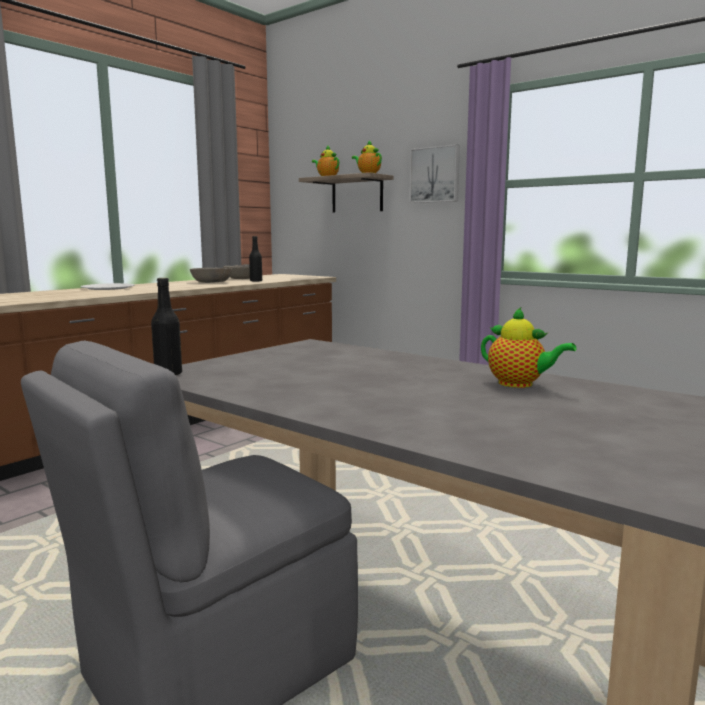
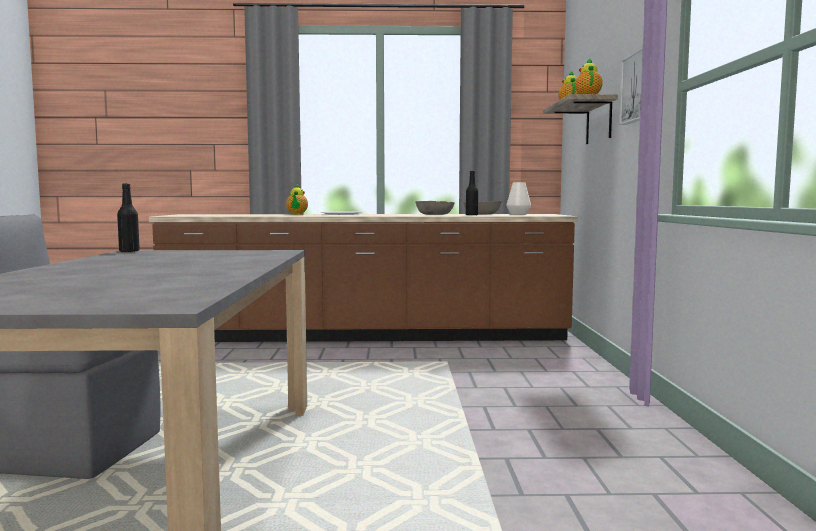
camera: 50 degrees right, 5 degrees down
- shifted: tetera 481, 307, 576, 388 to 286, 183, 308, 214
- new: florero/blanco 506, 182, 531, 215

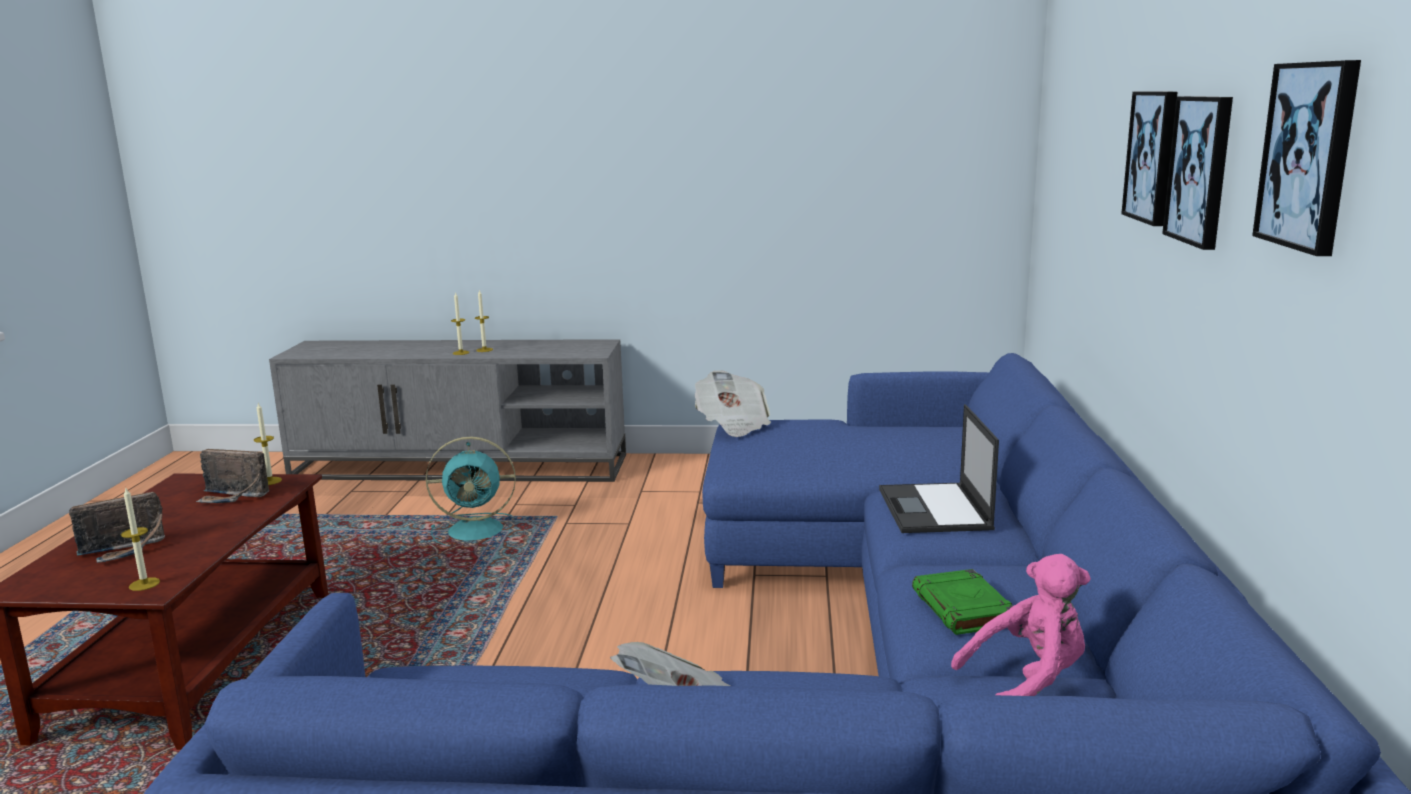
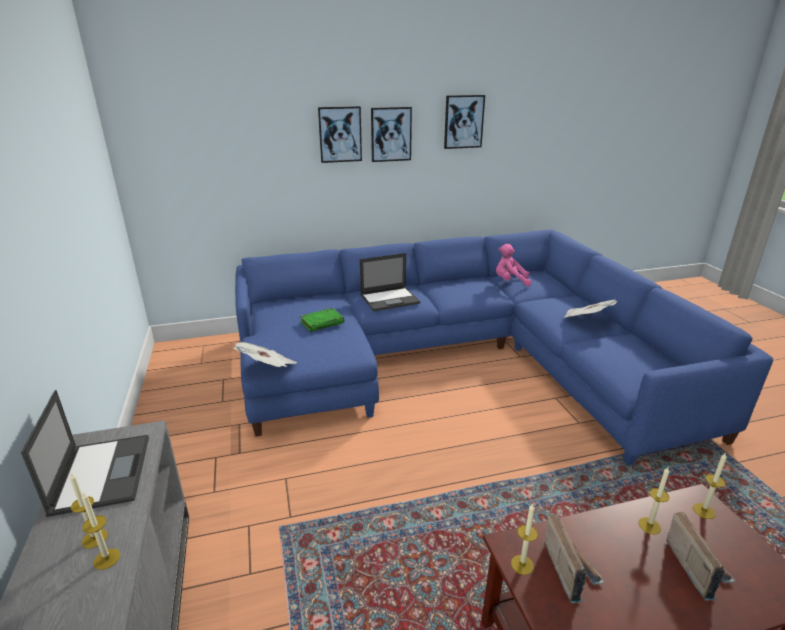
camera: 110 degrees left, 10 degrees up
- gone: ventilador/turquesa 426, 436, 516, 546
- rotated: radio 69, 492, 165, 563 = 666, 512, 736, 601 45 degrees clockwise
- rotated: peluche/rosa 951, 554, 1091, 696 = 496, 244, 531, 287 45 degrees counterclockwise
- shifted: libro/verde 912, 569, 1012, 635 to 300, 308, 345, 332
- new: portátil 21, 390, 149, 517
- new: vela 639, 467, 669, 535

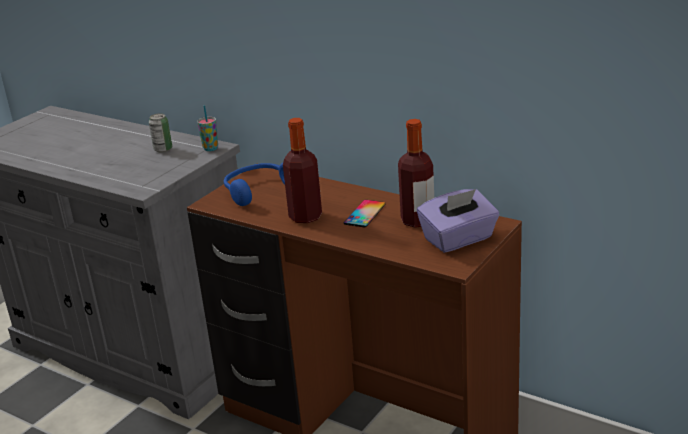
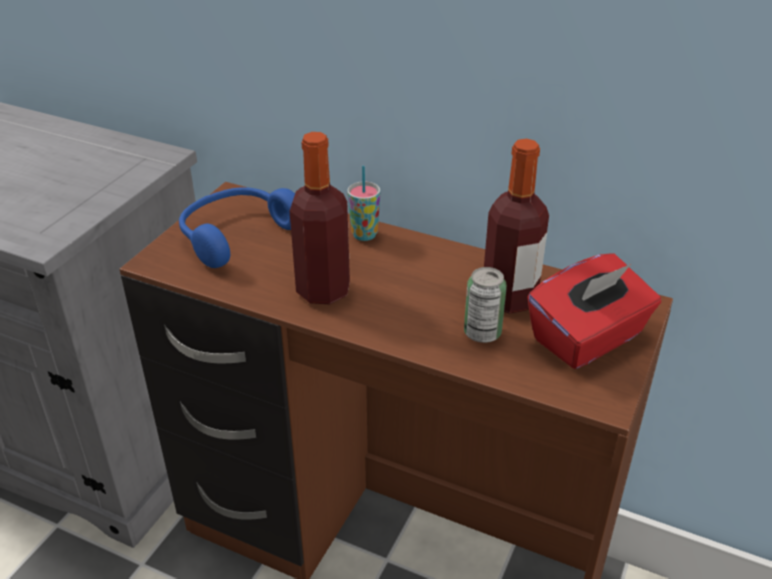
camera: 10 degrees left, 10 degrees up
- shifted: taza 197, 106, 218, 151 to 347, 166, 380, 241
- shifted: lata 149, 113, 172, 153 to 464, 267, 507, 343
- repainted: caja de pañuelos/morado 417, 189, 499, 253 to caja de pañuelos/rojo 528, 253, 661, 369
- gone: móvil 344, 200, 386, 228

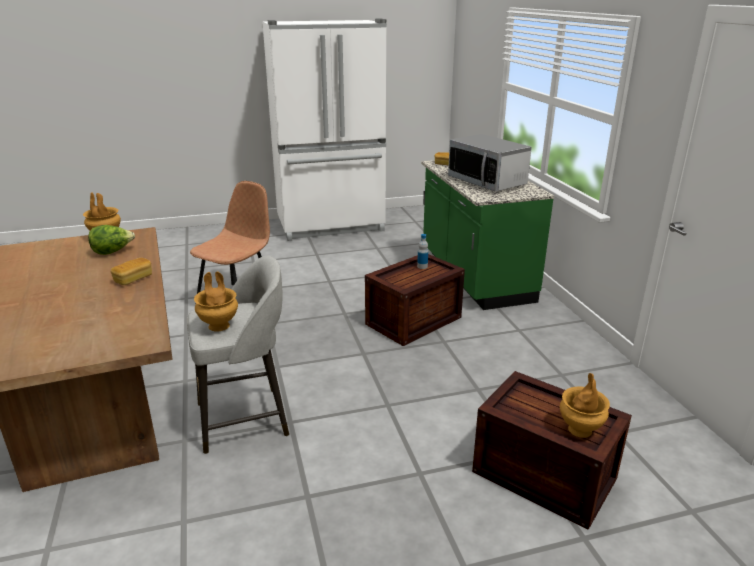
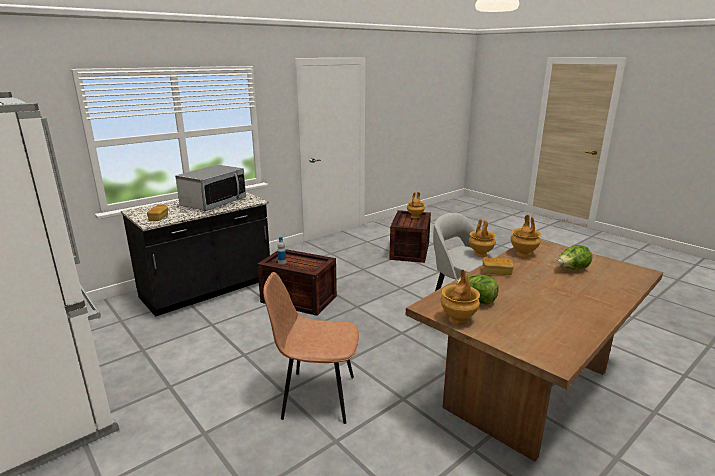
camera: 115 degrees left, 5 degrees down
- repainted: mueble bajo de cocina/verde 421, 160, 554, 310 to mueble bajo de cocina/negro 121, 192, 270, 317
- new: florero/marrón 511, 215, 541, 257
- new: lechuga 557, 245, 592, 270

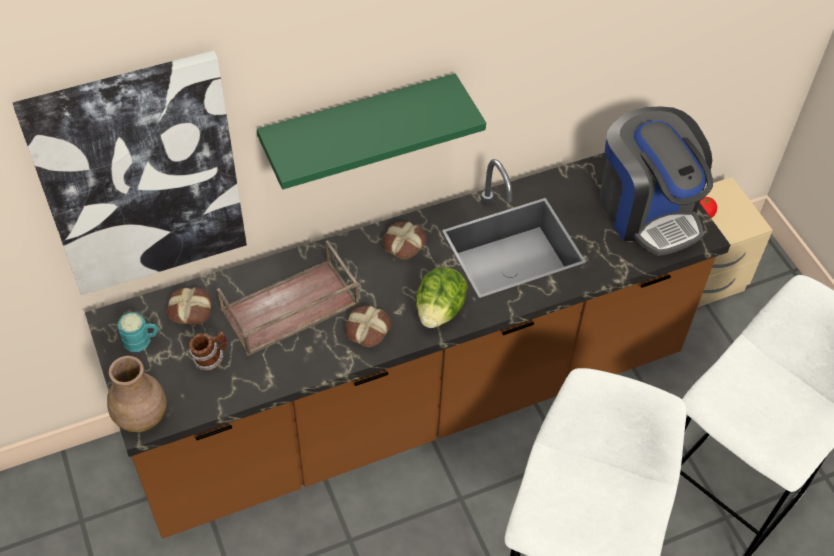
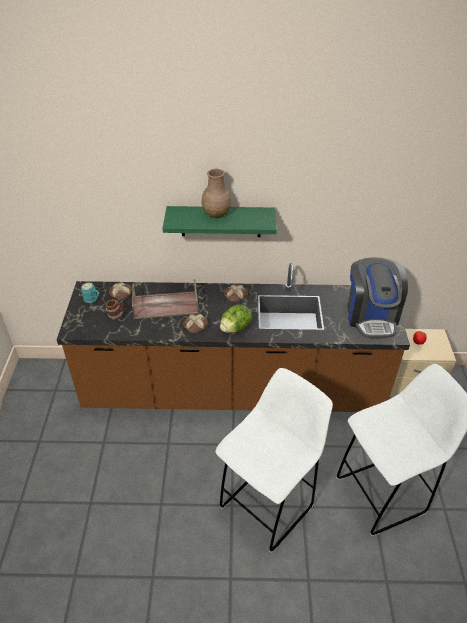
camera: 25 degrees right, 10 degrees down
- gone: cuadro 13, 50, 247, 295
- shifted: florero/marrón 107, 356, 167, 432 to 202, 169, 231, 218

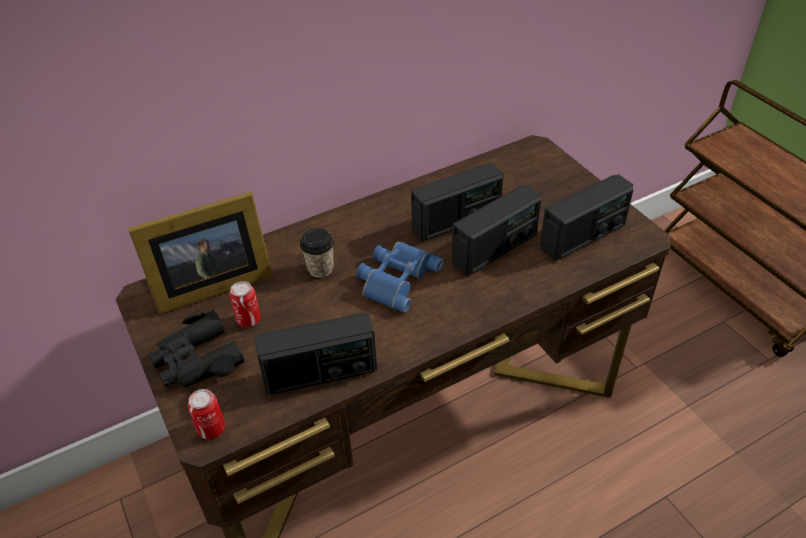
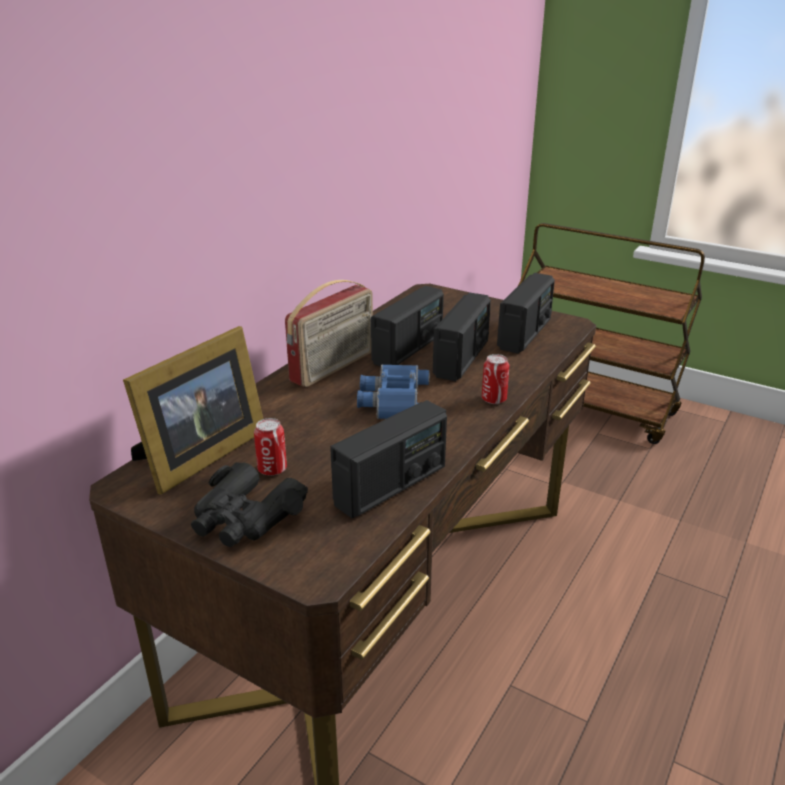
camera: 30 degrees left, 15 degrees down
- gone: taza 300, 228, 334, 278
- shifted: lata 188, 389, 225, 439 to 482, 354, 509, 404
- new: radio 285, 280, 373, 387

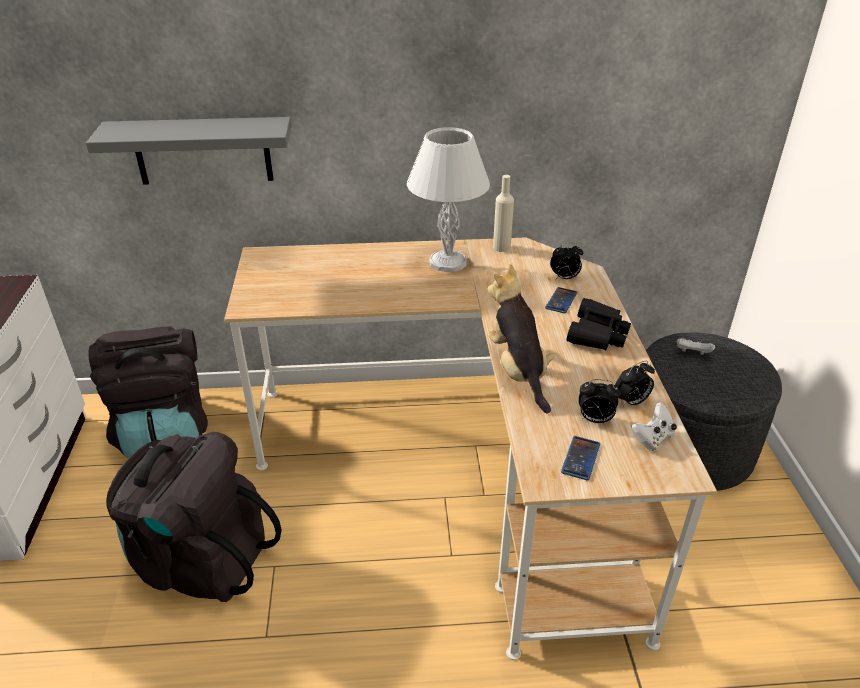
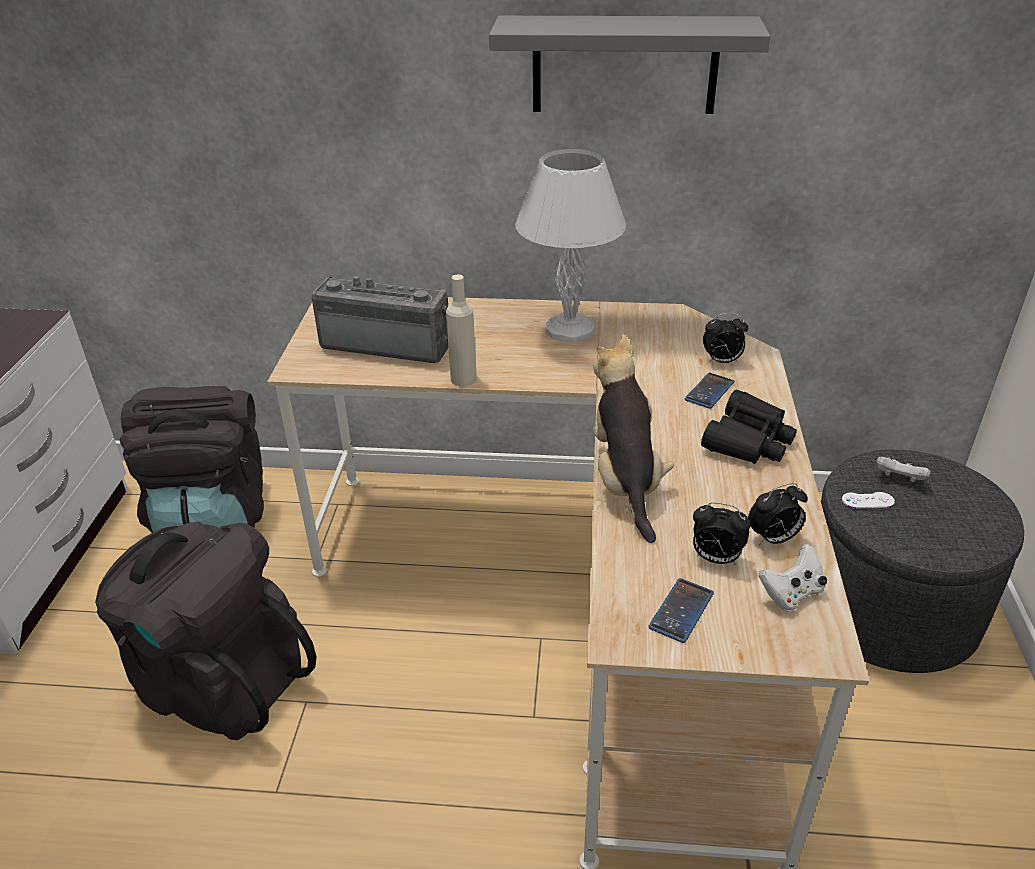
camera: 10 degrees right, 0 degrees up
- shifted: estante/gris 86, 117, 291, 185 to 489, 16, 770, 114
- shifted: botella/beis 493, 175, 514, 252 to 446, 274, 477, 387
- new: radio 312, 276, 448, 363
- new: mando de consola/blanco 842, 492, 895, 508

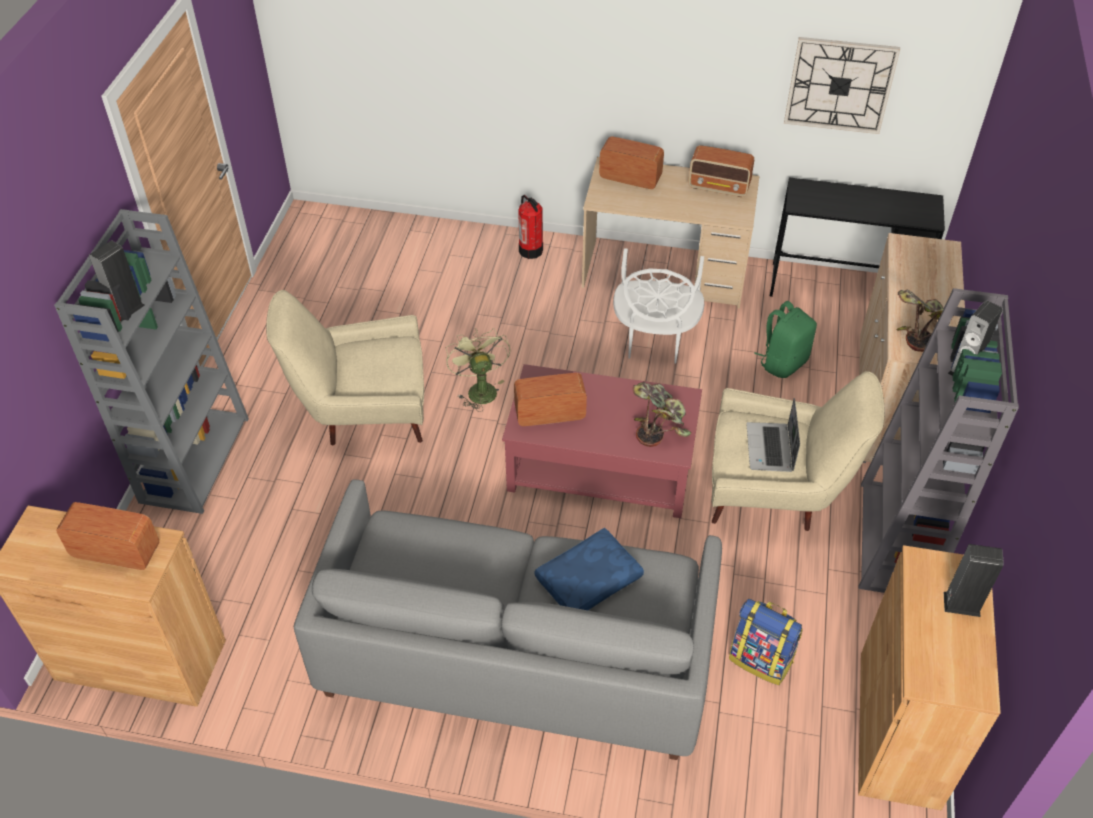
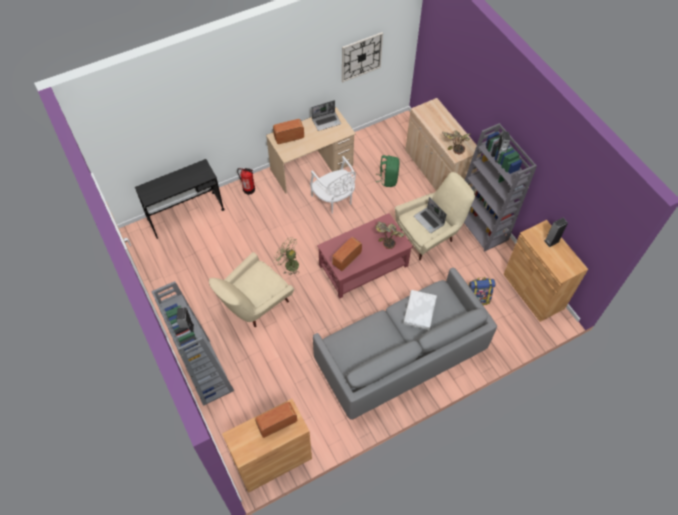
camera: 40 degrees left, 10 degrees up
- swapped: radio 688, 145, 754, 197 to portátil 311, 100, 341, 131
- shifted: escritorio/negro 770, 177, 945, 297 to 135, 159, 225, 239
- repainted: cojín/azul 535, 528, 644, 610 to cojín/blanco 403, 290, 437, 330

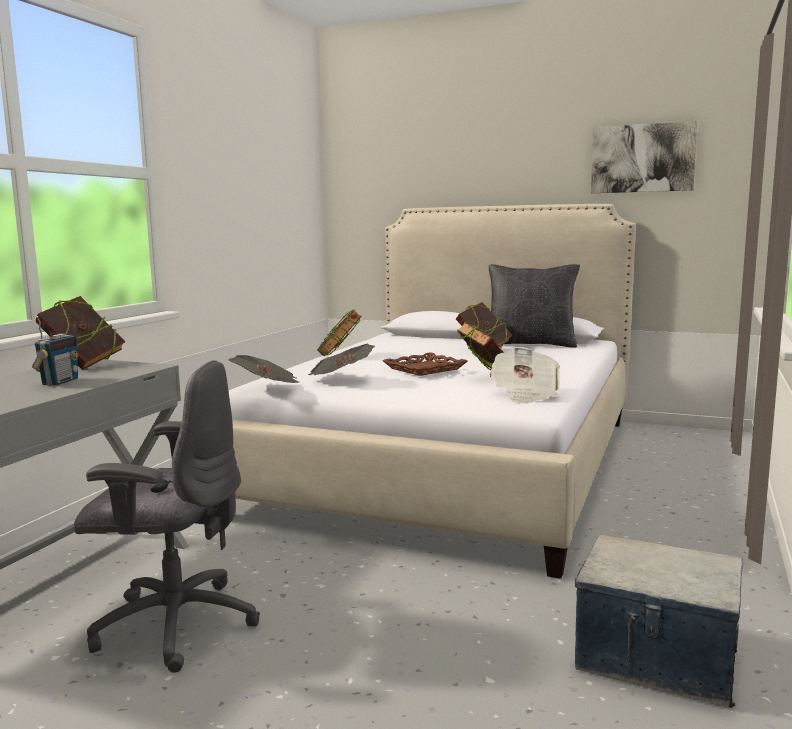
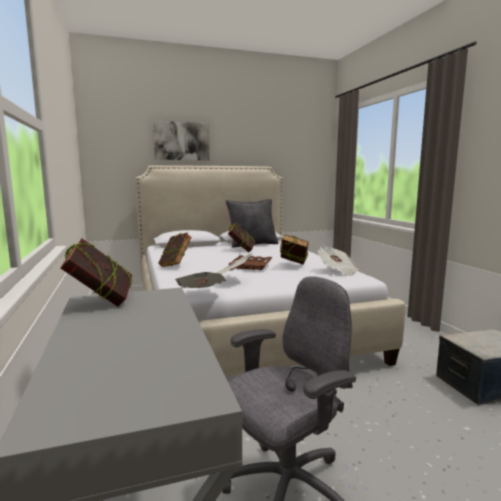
camera: 40 degrees left, 0 degrees up
- shifted: cuadro 591, 121, 698, 193 to 153, 121, 210, 160
- gone: radio 32, 316, 78, 386

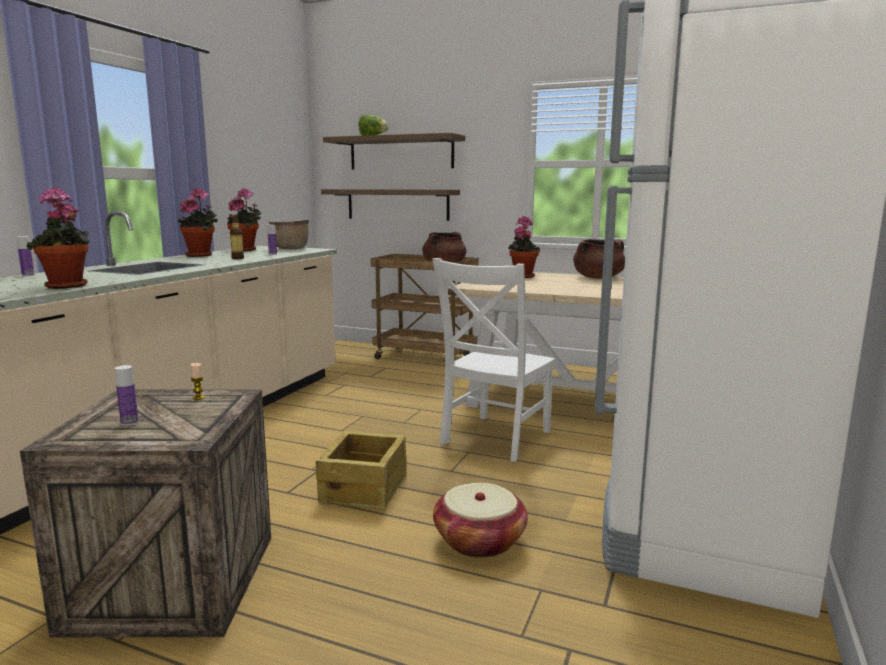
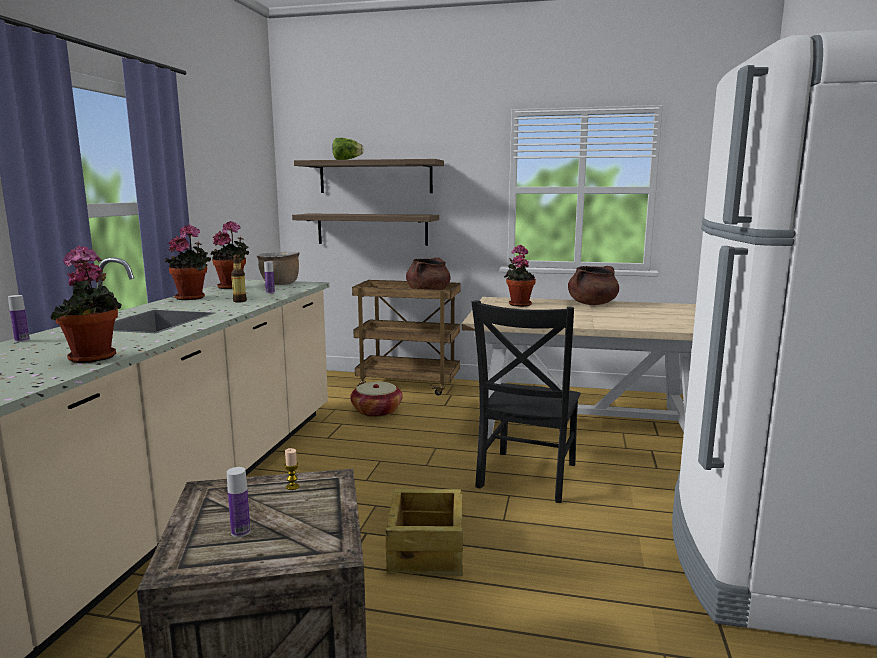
camera: 10 degrees left, 0 degrees up
- repainted: silla/blanco 432, 258, 555, 462 to silla/negro 471, 300, 580, 503
- shifted: cesta 433, 483, 528, 558 to 350, 382, 403, 417

